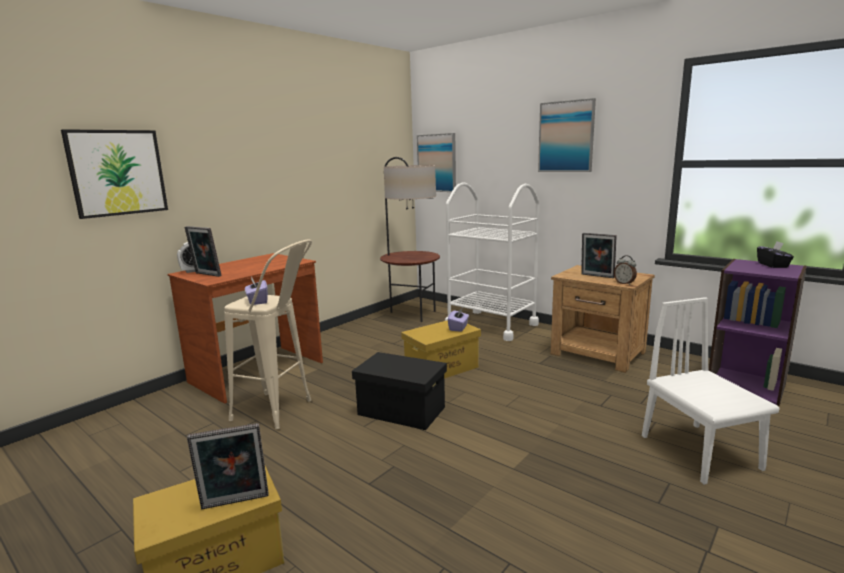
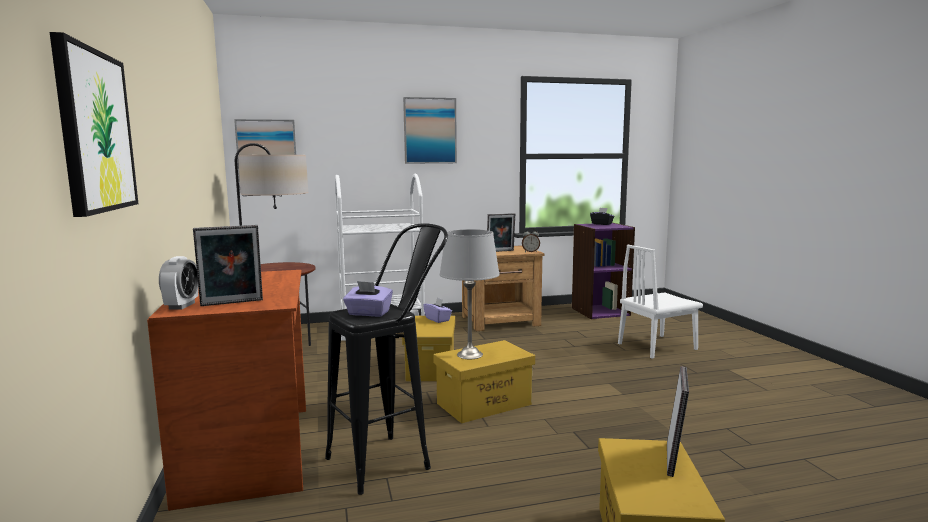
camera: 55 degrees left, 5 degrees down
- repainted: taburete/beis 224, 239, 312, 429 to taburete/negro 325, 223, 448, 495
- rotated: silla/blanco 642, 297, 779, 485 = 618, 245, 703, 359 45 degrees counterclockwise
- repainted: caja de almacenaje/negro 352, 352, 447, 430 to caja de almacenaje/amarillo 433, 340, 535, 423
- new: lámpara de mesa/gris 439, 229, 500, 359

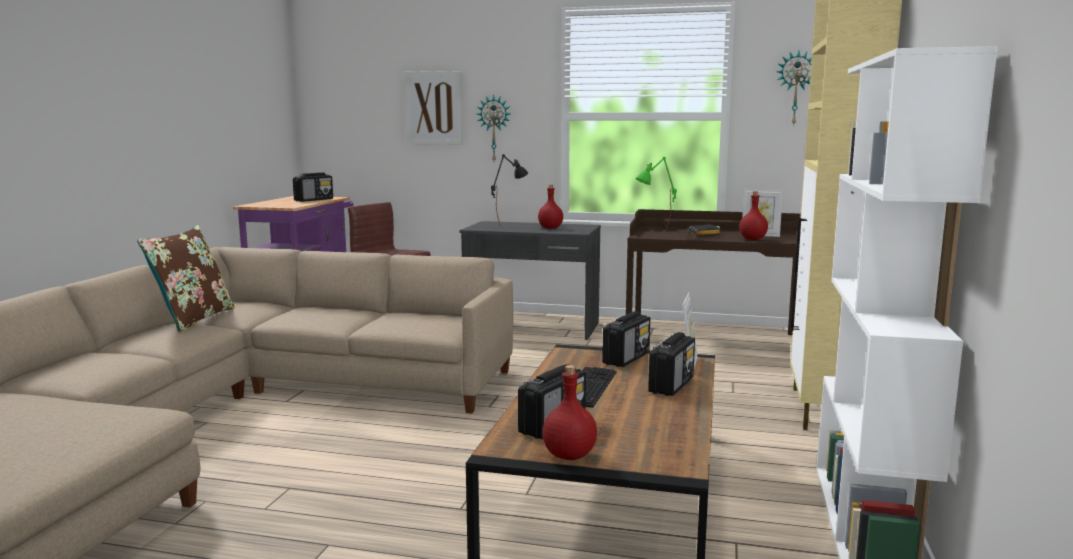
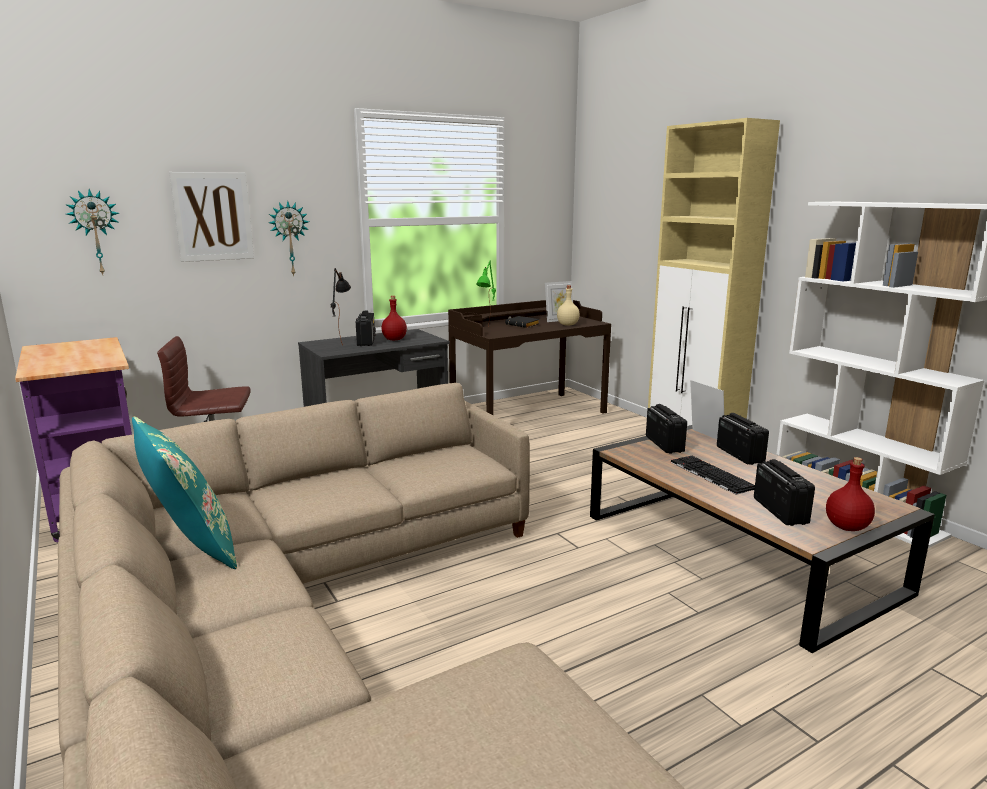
camera: 45 degrees left, 5 degrees up
- shifted: reloj de pared 776, 51, 812, 126 to 65, 189, 119, 275
- shifted: radio 293, 172, 333, 202 to 356, 310, 376, 346
- repainted: botella/rojo 739, 191, 768, 240 to botella/beis 557, 285, 580, 325
- repainted: cojín/marrón 137, 225, 235, 333 to cojín/turquesa 132, 417, 237, 569

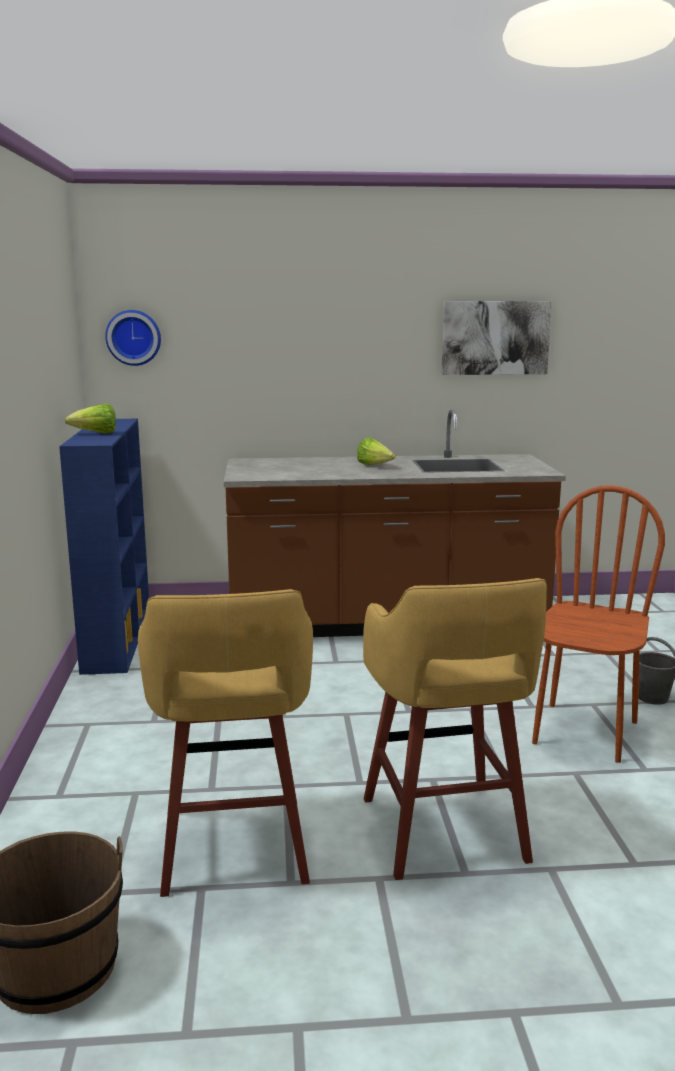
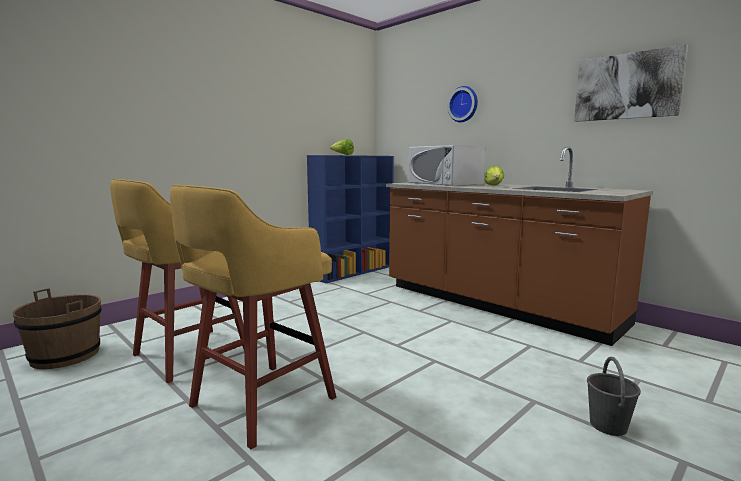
camera: 50 degrees right, 5 degrees down
- shifted: reloj de pared 105, 310, 161, 366 to 447, 86, 478, 122
- gone: silla/marrón 532, 485, 665, 763
- new: microondas/blanco 408, 145, 486, 186

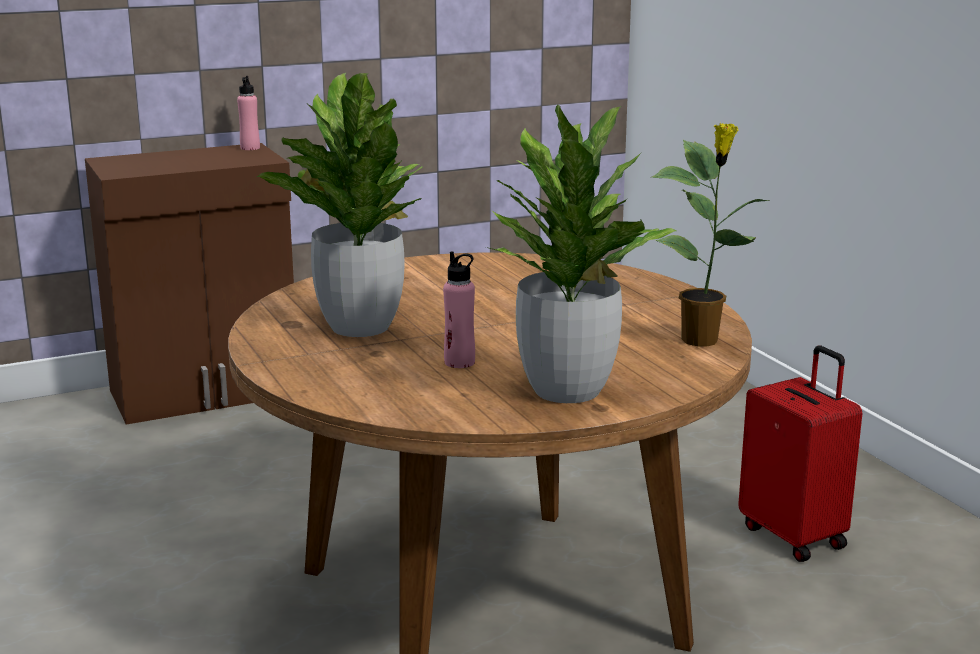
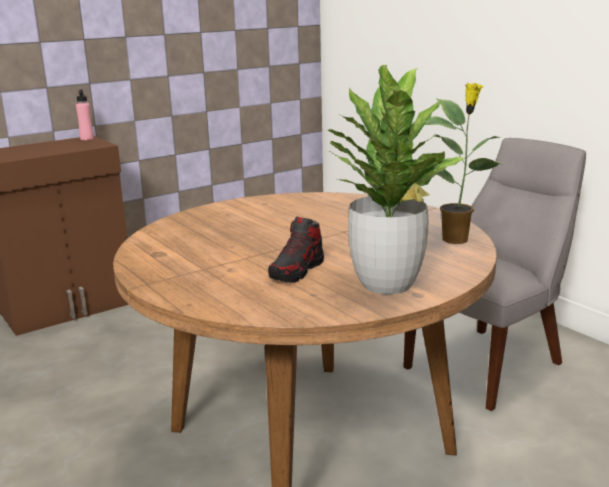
camera: 10 degrees left, 0 degrees up
- gone: planta en maceta 257, 73, 423, 337
- swapped: botella/rosa 443, 251, 475, 368 to zapato 268, 216, 324, 283
- swapped: maleta/rojo 738, 346, 862, 562 to silla/gris 403, 138, 586, 411

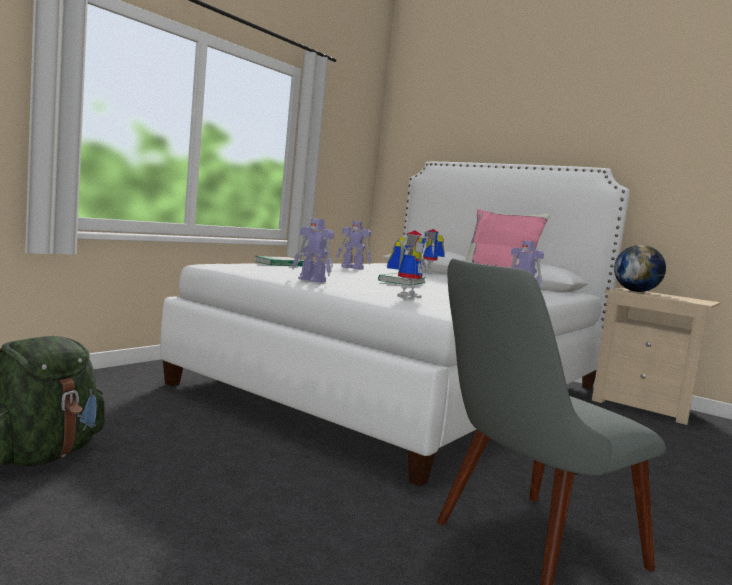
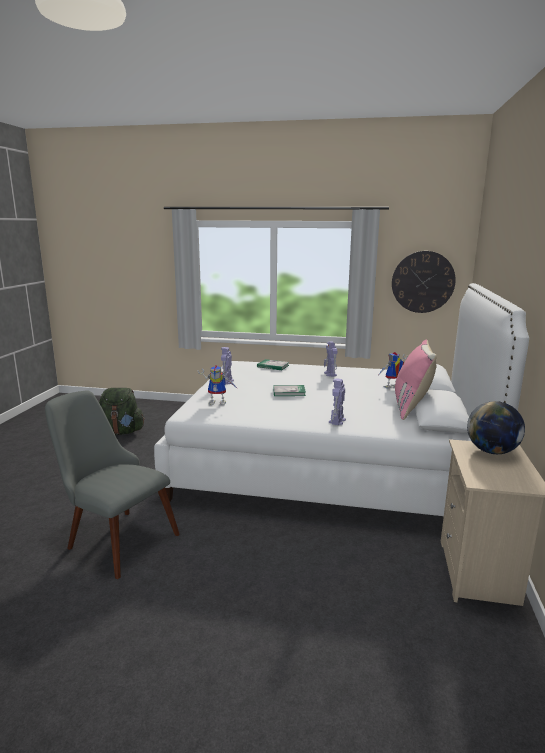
camera: 65 degrees right, 10 degrees up
- new: reloj de pared 392, 251, 456, 313

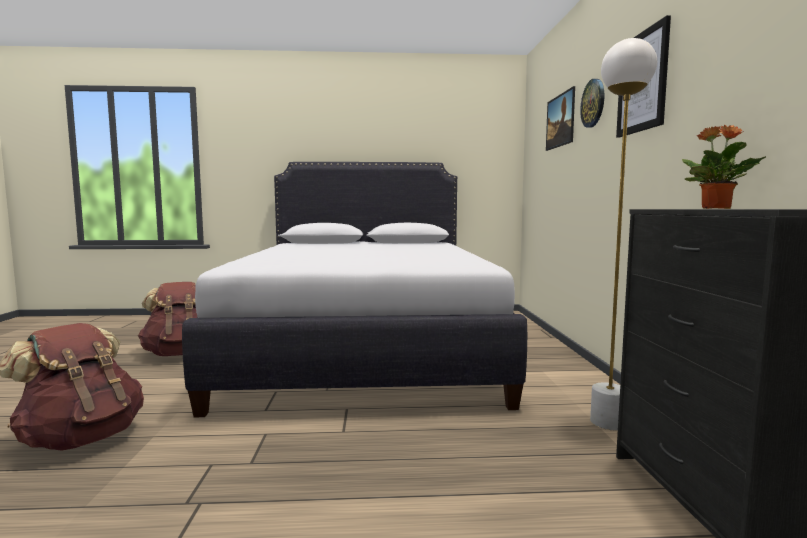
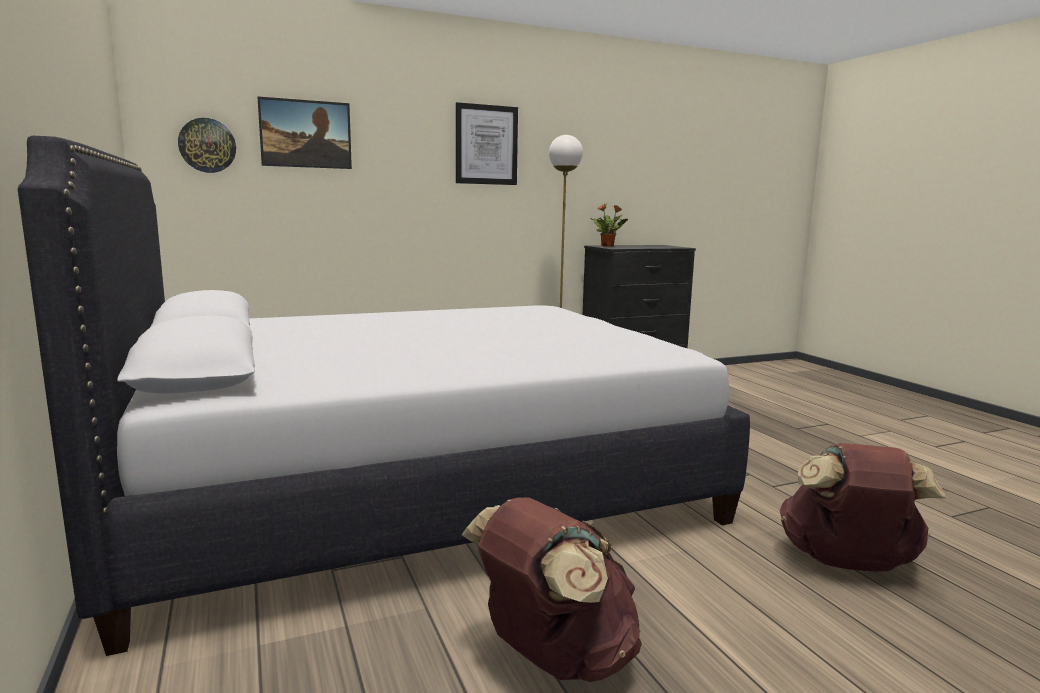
camera: 110 degrees left, 5 degrees up
- shifted: reloj de pared 580, 79, 604, 128 to 178, 118, 236, 173

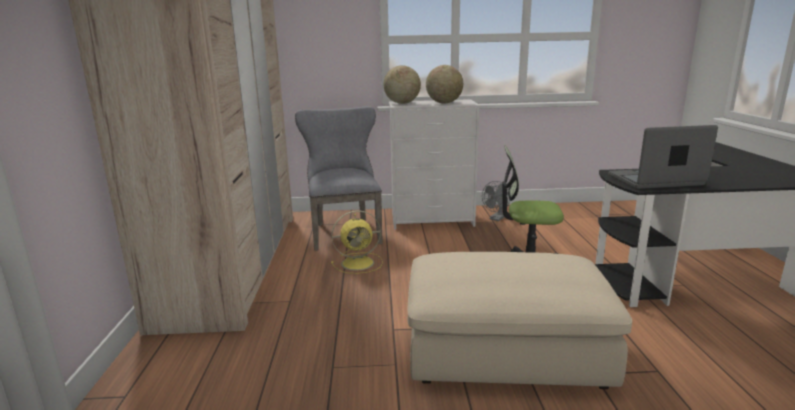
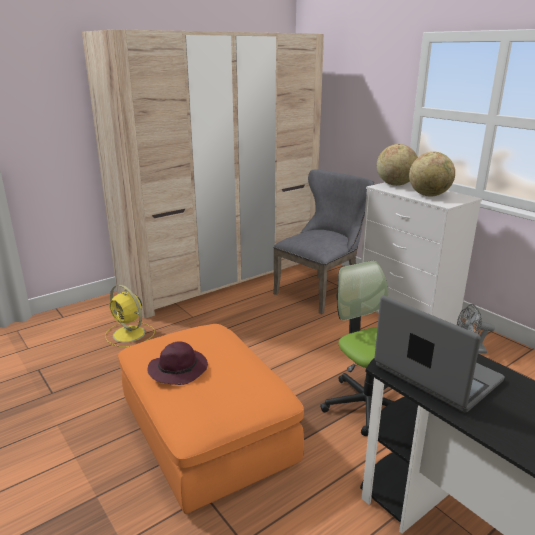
camera: 55 degrees right, 5 degrees up
- shifted: ventilador/amarillo 331, 210, 383, 274 to 105, 285, 155, 347
- repainted: puf/beis 408, 252, 632, 389 to puf/naranja 118, 324, 304, 514
- new: sombrero/morado 147, 342, 208, 385

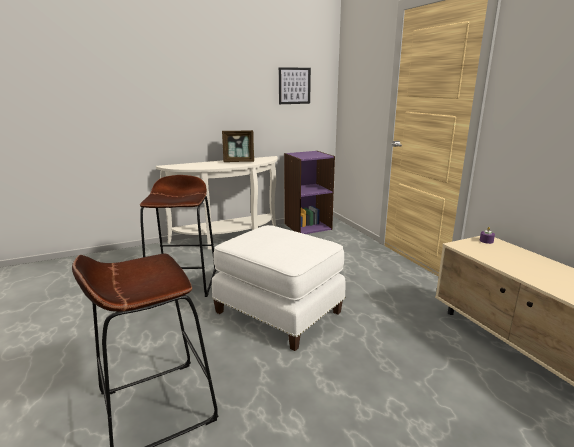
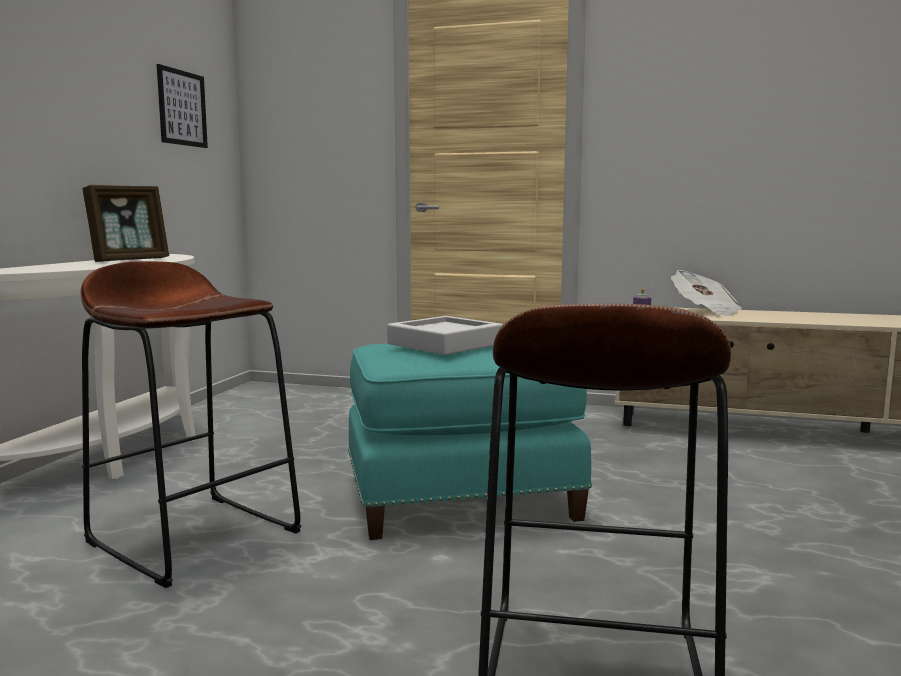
camera: 50 degrees left, 10 degrees down
- gone: estantería/morado 284, 151, 335, 234
- repainted: puf/blanco 212, 225, 346, 351 to puf/turquesa 348, 343, 592, 540
- new: periódico 671, 270, 742, 316
- new: bandeja/gris 387, 316, 503, 355

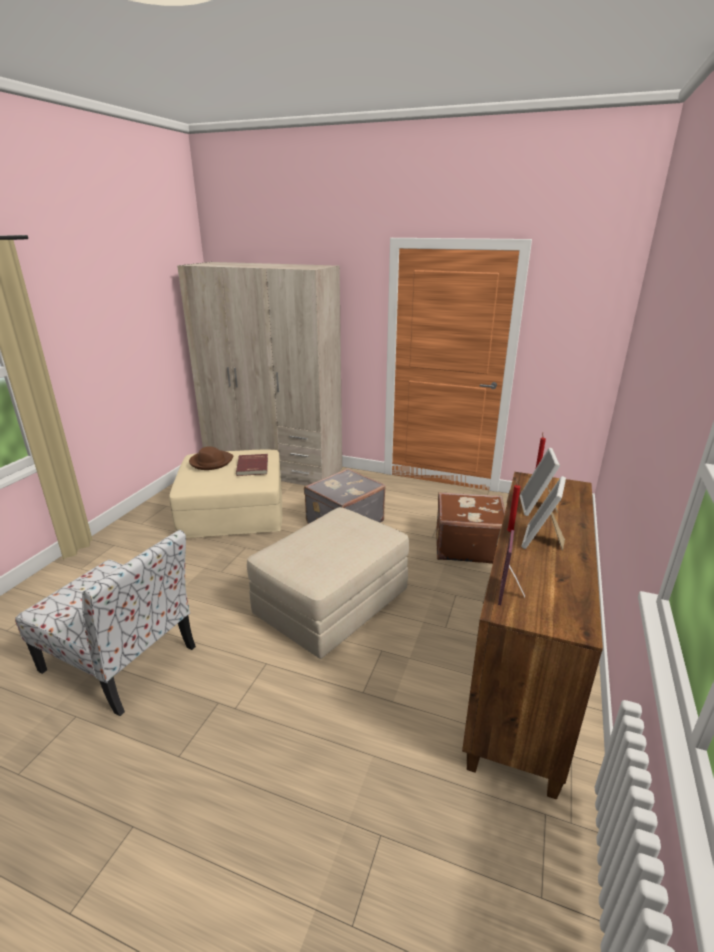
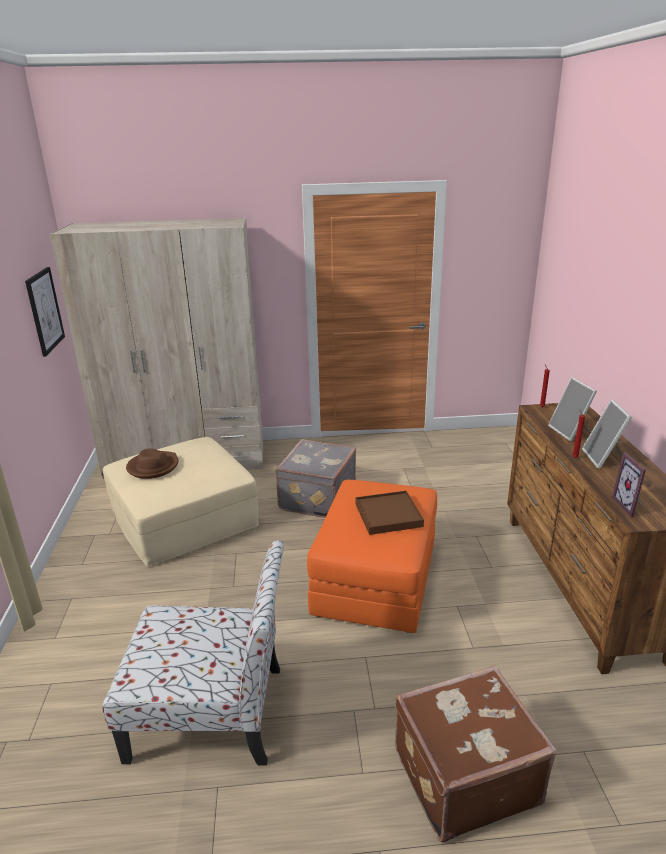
camera: 25 degrees left, 0 degrees up
- gone: libro/rojo 236, 454, 268, 476
- shifted: maleta/marrón 436, 492, 505, 564 to 395, 665, 557, 842
- repainted: puf/beis 247, 507, 409, 659 to puf/naranja 307, 480, 437, 633
- new: cuadro 25, 267, 65, 357
- new: bandeja/marrón 355, 491, 424, 535

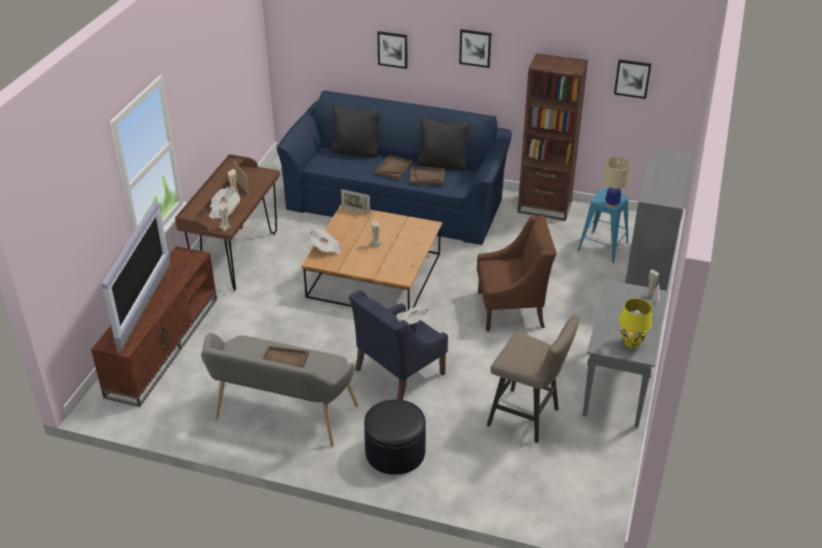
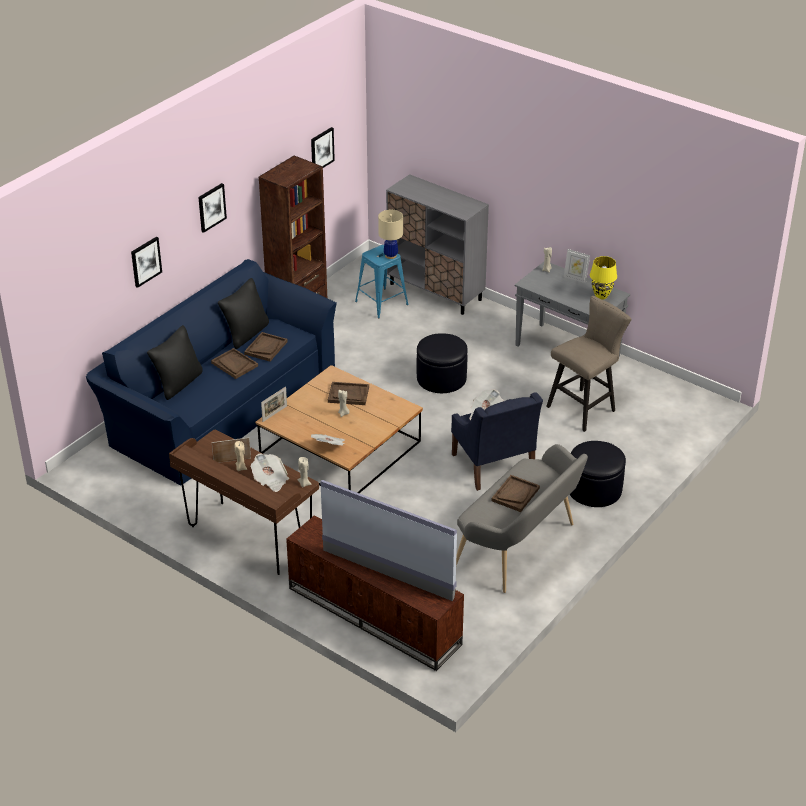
camera: 70 degrees left, 0 degrees up
- swapped: sillón/marrón 477, 216, 557, 331 to puf/negro 416, 333, 468, 393
- new: bandeja/marrón 328, 382, 369, 405

